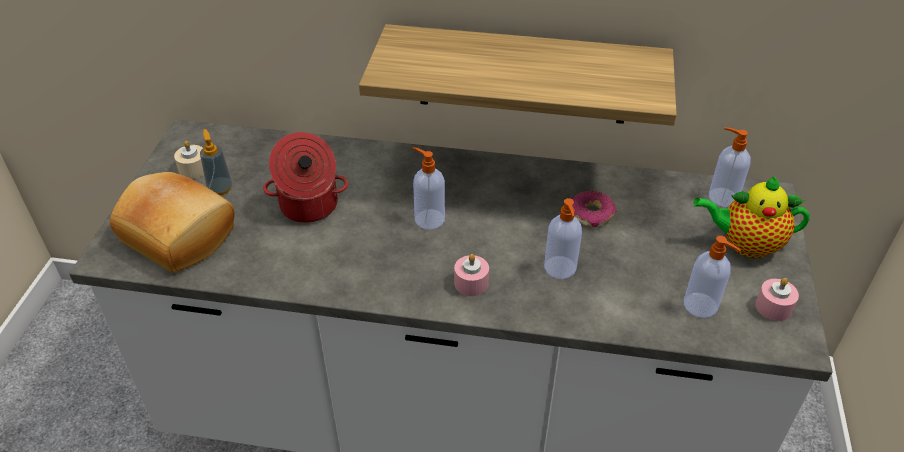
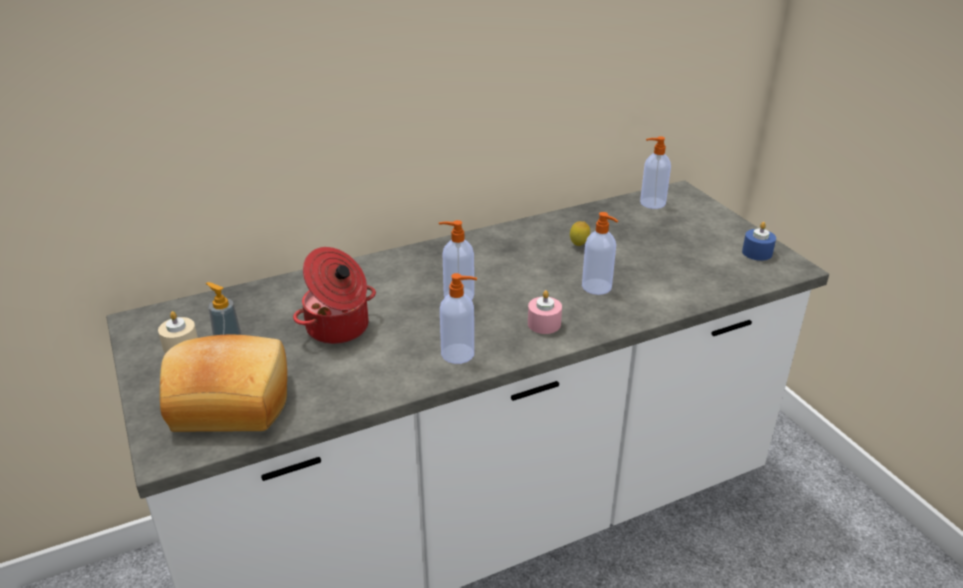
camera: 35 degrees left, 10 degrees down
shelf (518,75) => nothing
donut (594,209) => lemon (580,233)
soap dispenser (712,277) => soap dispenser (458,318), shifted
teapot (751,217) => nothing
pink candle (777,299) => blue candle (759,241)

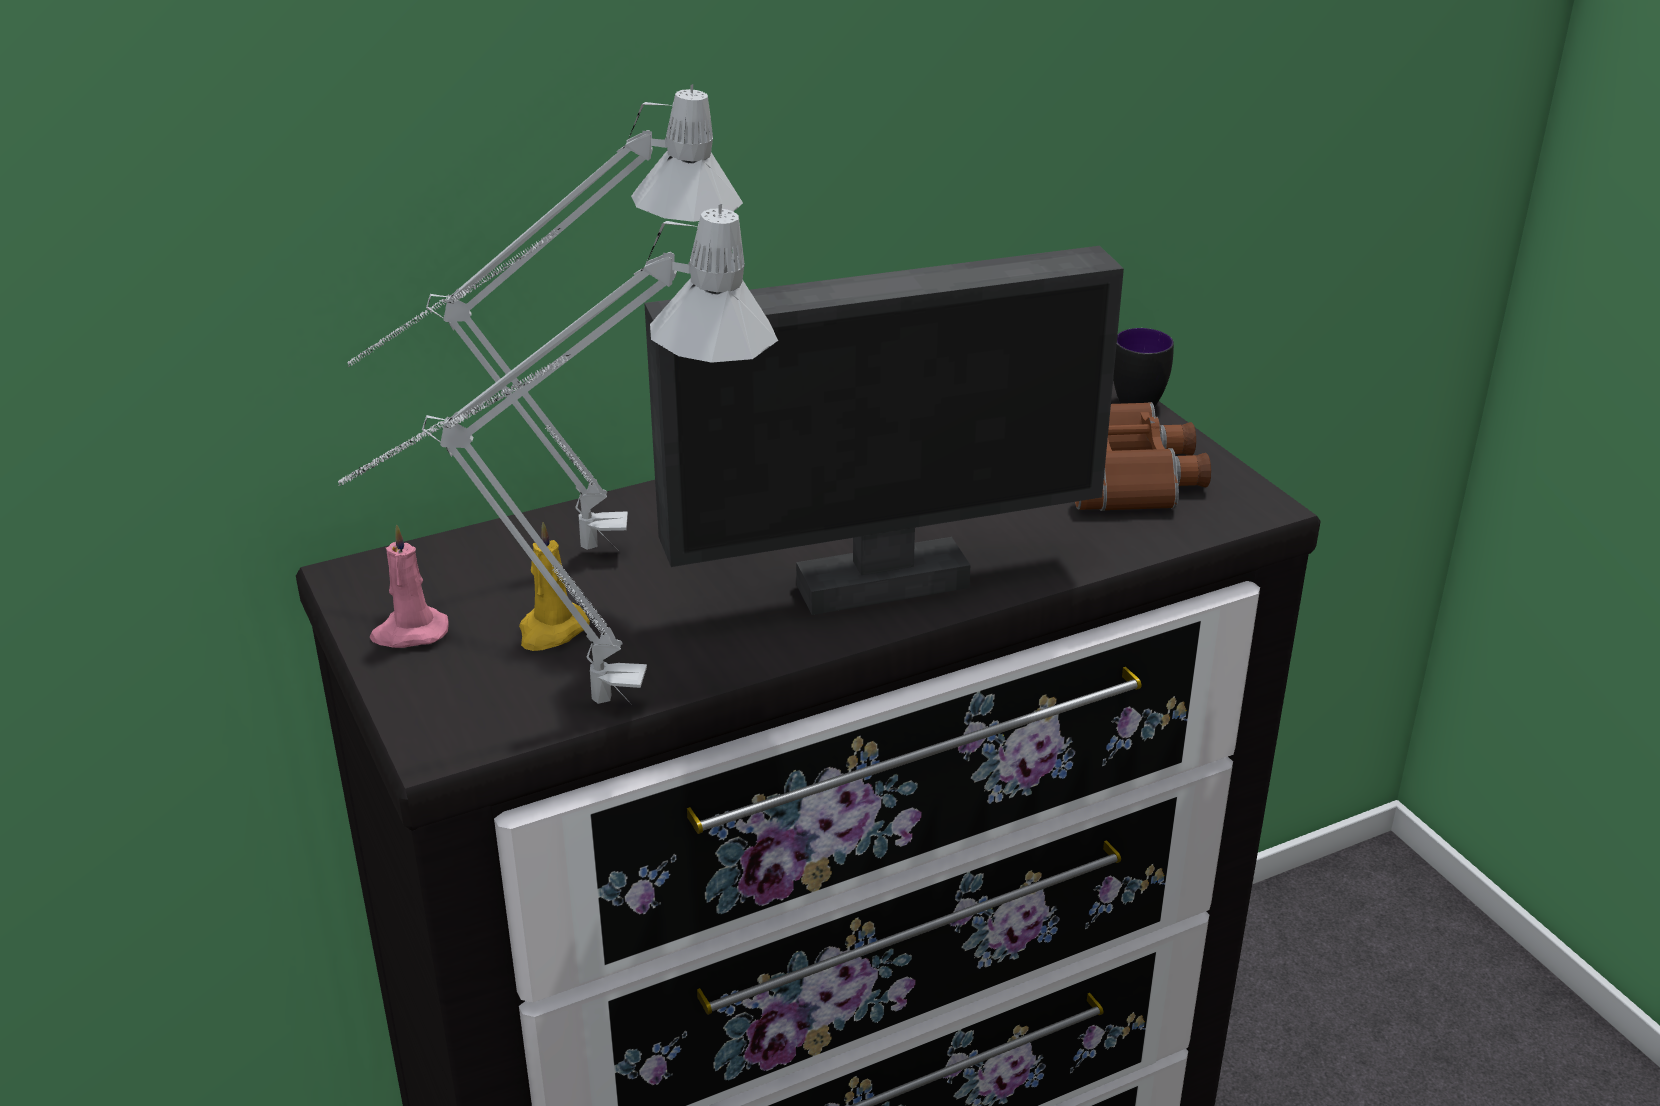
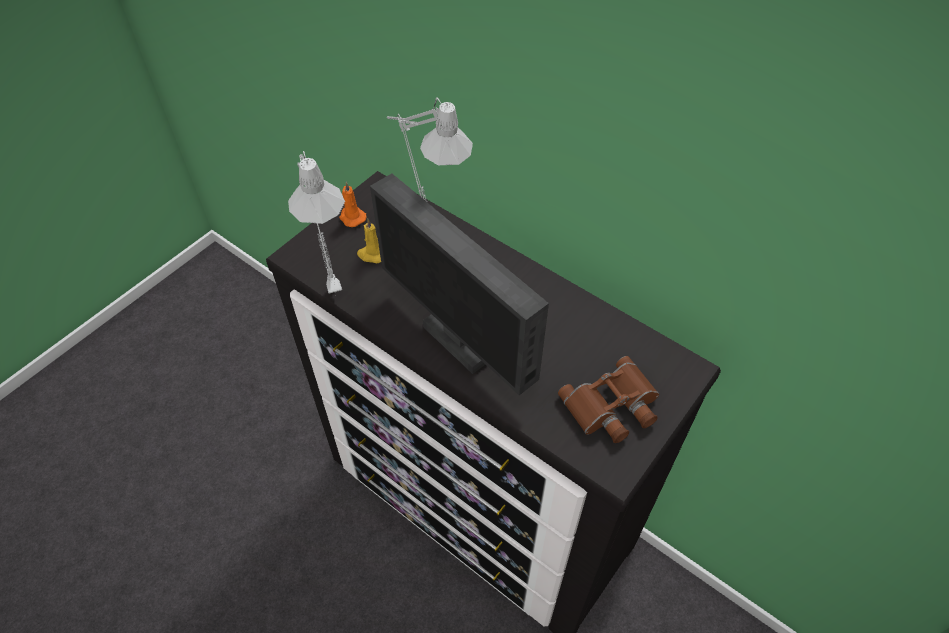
camera: 65 degrees right, 20 degrees up
pink candle (409,586) => orange candle (352,204)
mug (1143,367) => nothing

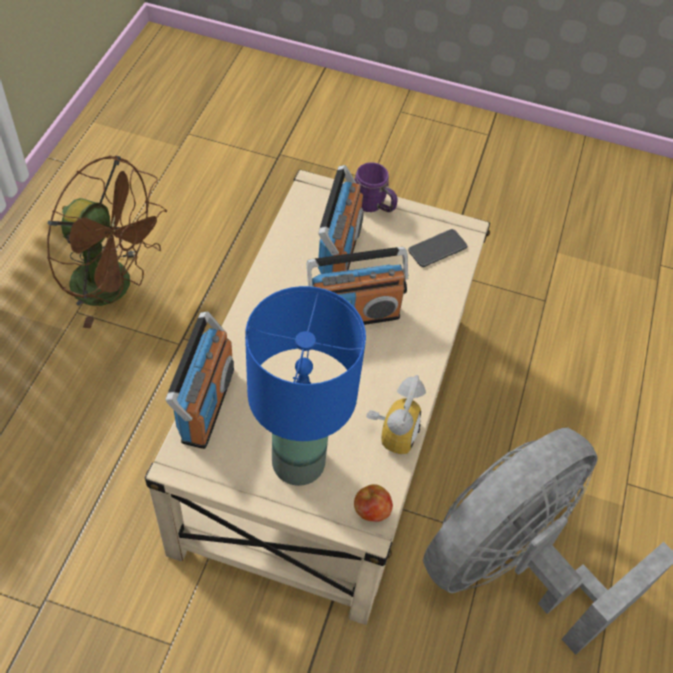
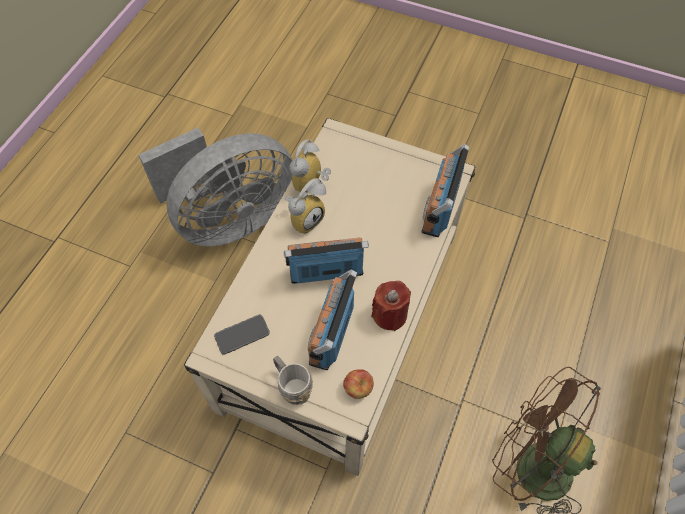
camera: 170 degrees left, 5 degrees up
blue table lamp (305,386) => nothing
apple (373,503) => apple (358,384), shifted
purple mug (376,187) => grey mug (293,380)
nothing => alarm clock (305,206)
nothing => red candle (391,306)

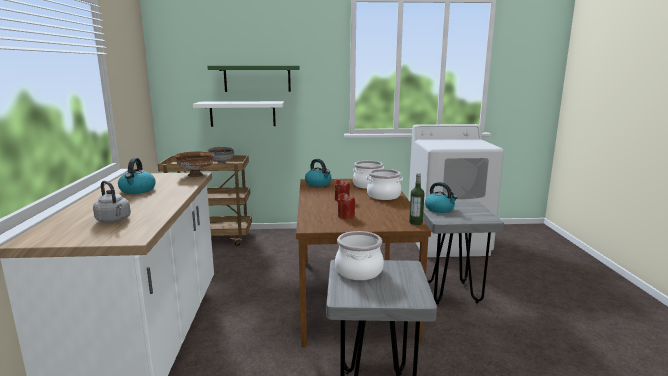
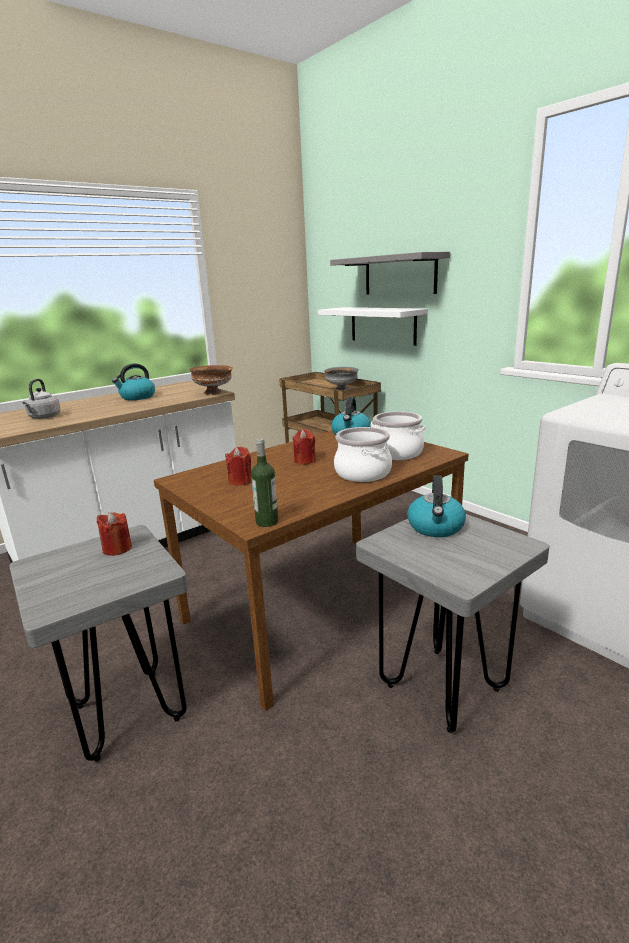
camera: 55 degrees right, 5 degrees up
green shelf (253,79) => grey shelf (390,273)
cooking pot (359,255) => red candle (114,534)

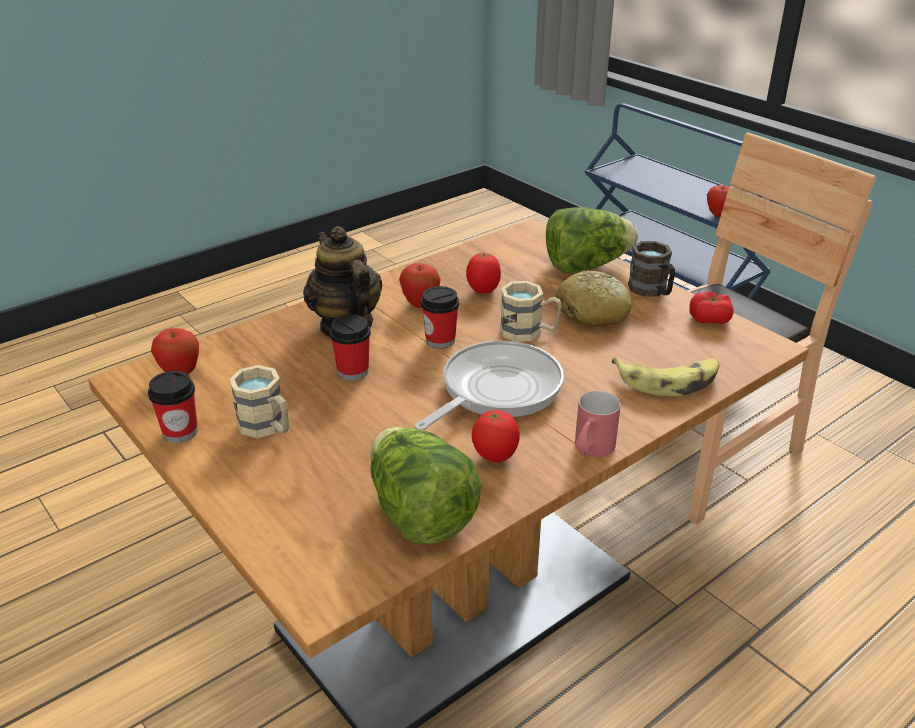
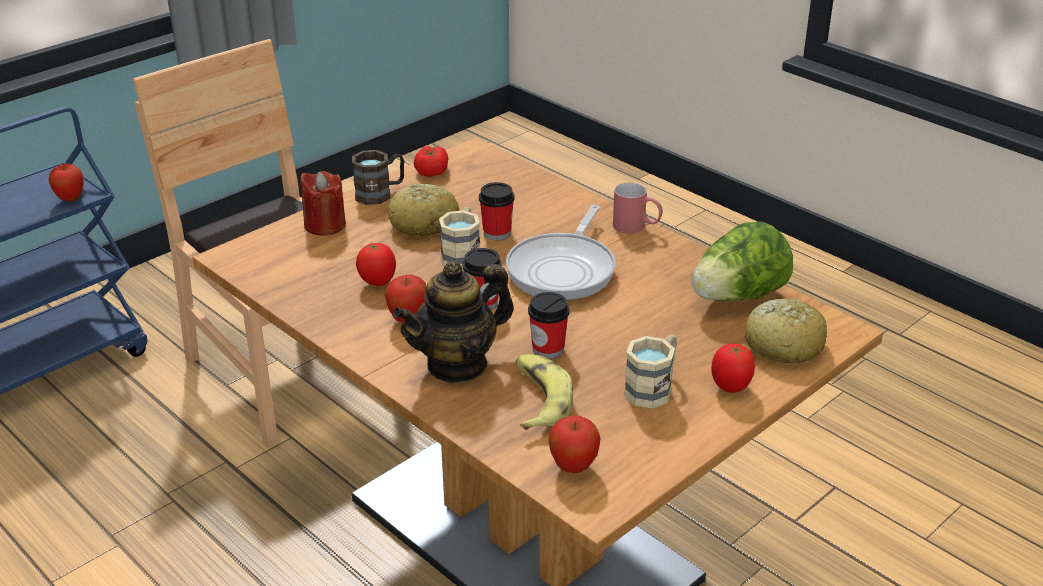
camera: 95 degrees left, 0 degrees up
cup (173,407) => cup (497,211), shifted
frying pan (489,385) => frying pan (561,252), 105 degrees counterclockwise
tomato (496,436) => tomato (733,368), shifted
lettuce (592,240) => red candle (323,203)
banana (666,376) => banana (544,392), shifted
nothing => bread (786,331)

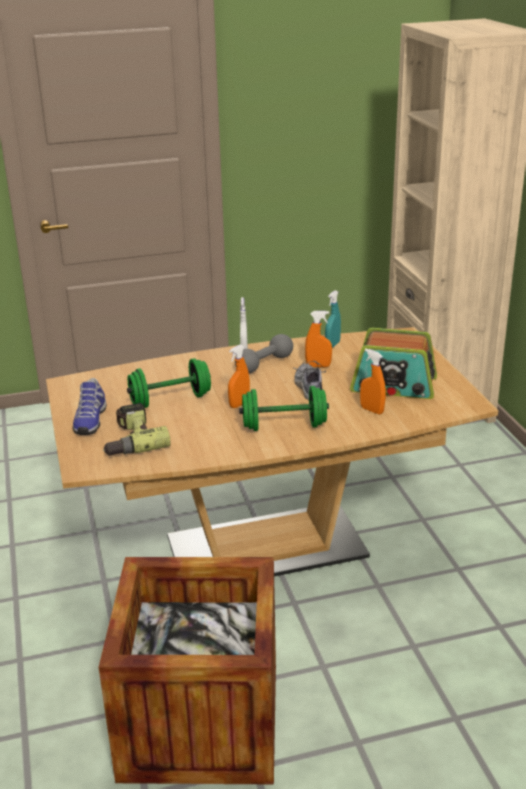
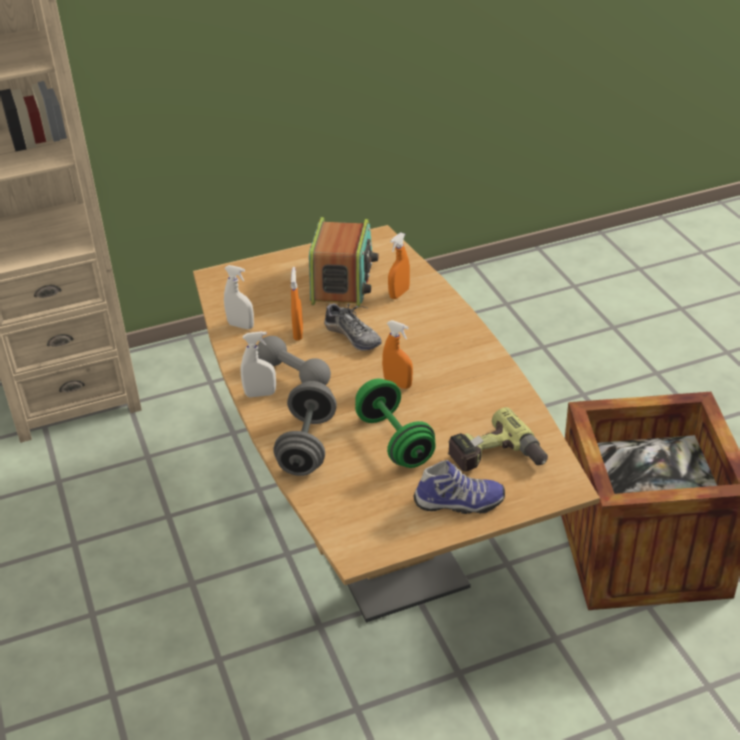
camera: 95 degrees left, 10 degrees up
green dumbbell (284,408) => nothing
shoe (310,380) => shoe (353,327), 120 degrees counterclockwise
turquoise spray bottle (333,319) => white spray bottle (239,297)
nothing => grey dumbbell (305,428)

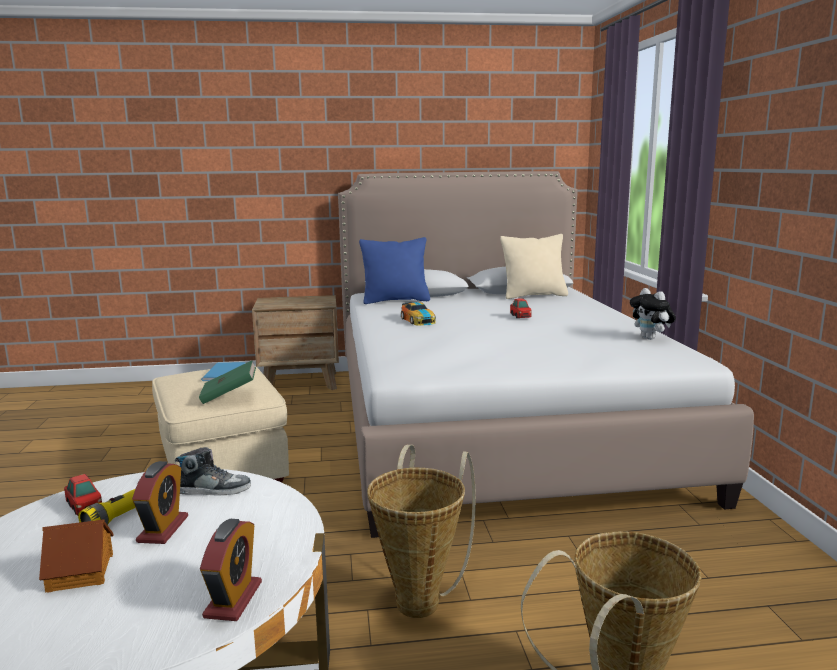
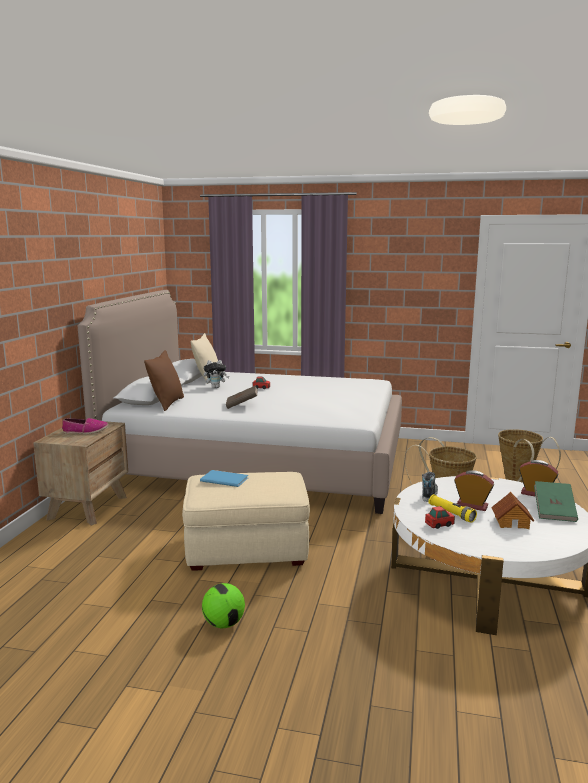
camera: 70 degrees left, 0 degrees up
green book (227,382) => green book (556,501), shifted
blue pillow (394,270) => brown pillow (164,380)
toy car (418,314) => brown book (242,397)
plush toy (653,314) => plush toy (217,374), shifted
nothing => shoe (85,426)
nothing => football (223,605)

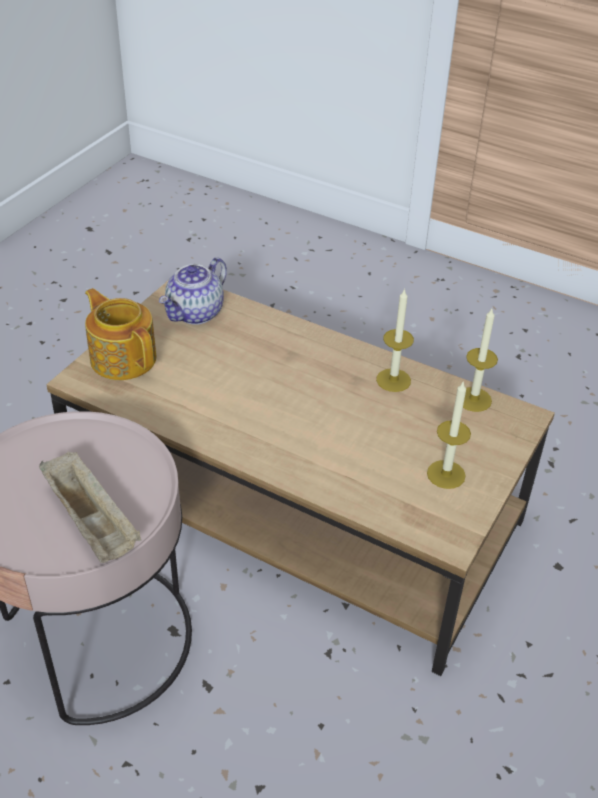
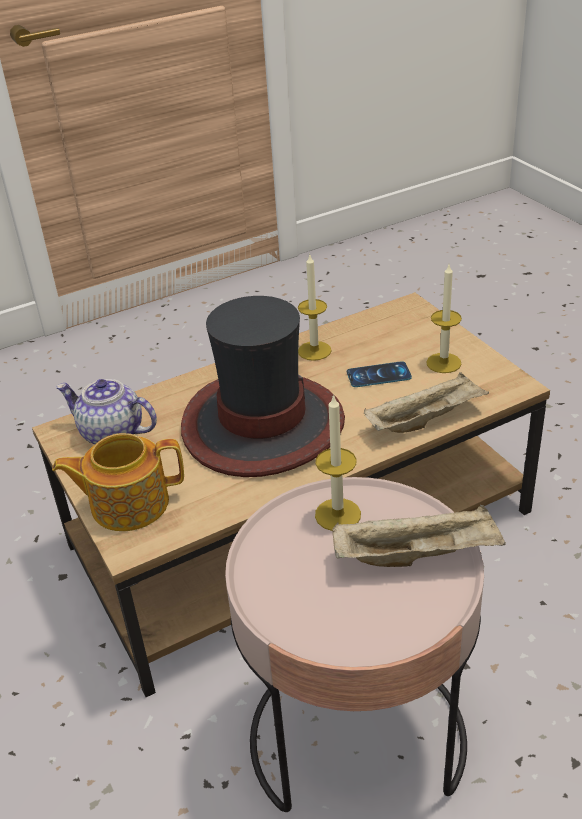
camera: 55 degrees left, 5 degrees down
teapot (193,291) => teapot (106,411), 135 degrees clockwise
candle (480,360) => candle (338,462), shifted
nothing => hat (263,386)
nothing => phone (379,374)
nothing => beige tray (426,402)

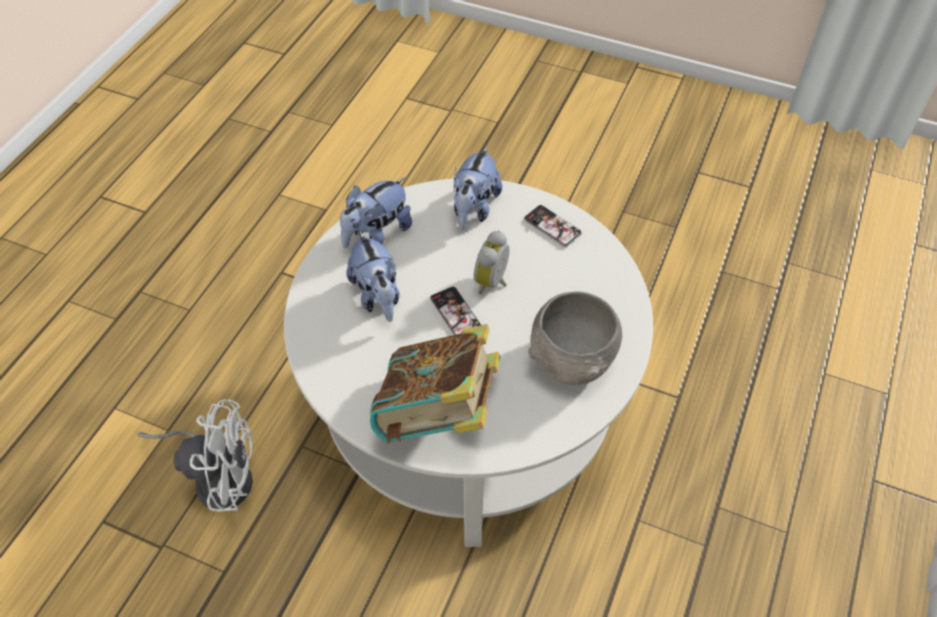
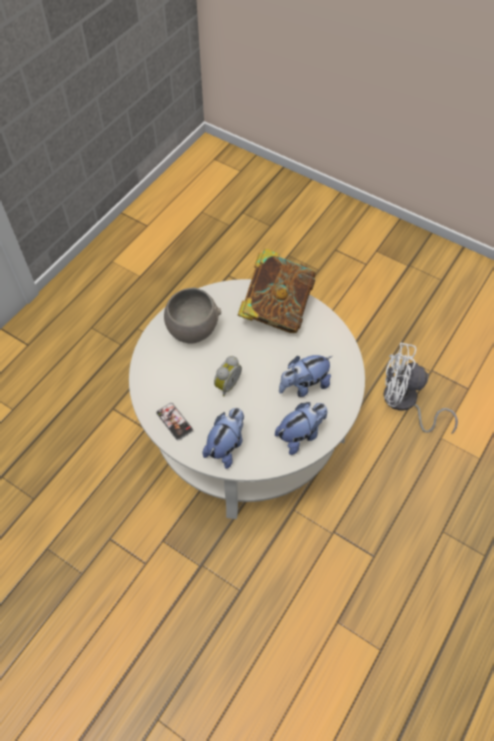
camera: 170 degrees left, 5 degrees up
plush toy (372,276) => plush toy (305,376), 105 degrees counterclockwise
phone (455,311) => nothing

